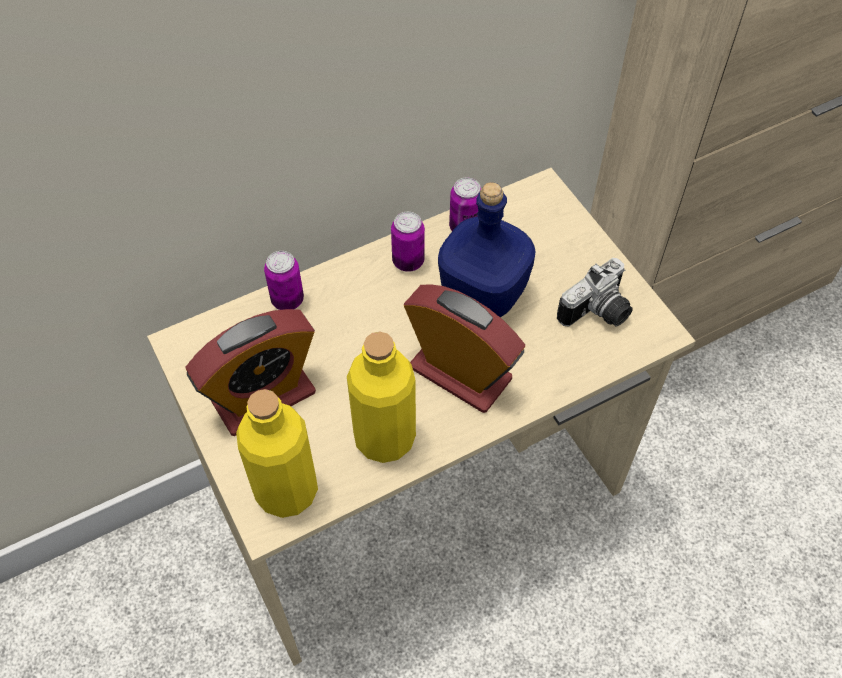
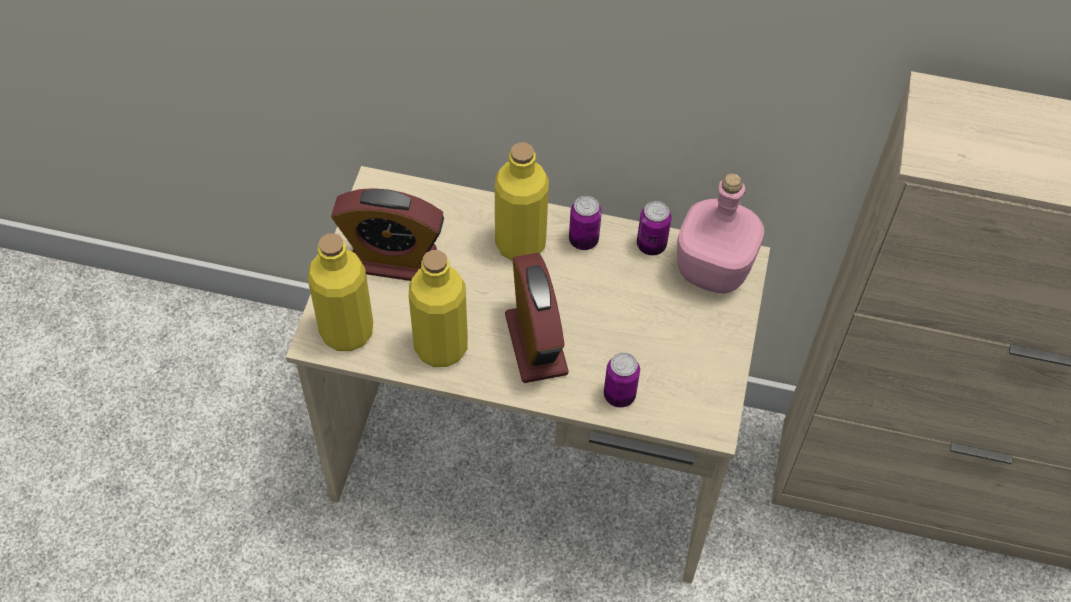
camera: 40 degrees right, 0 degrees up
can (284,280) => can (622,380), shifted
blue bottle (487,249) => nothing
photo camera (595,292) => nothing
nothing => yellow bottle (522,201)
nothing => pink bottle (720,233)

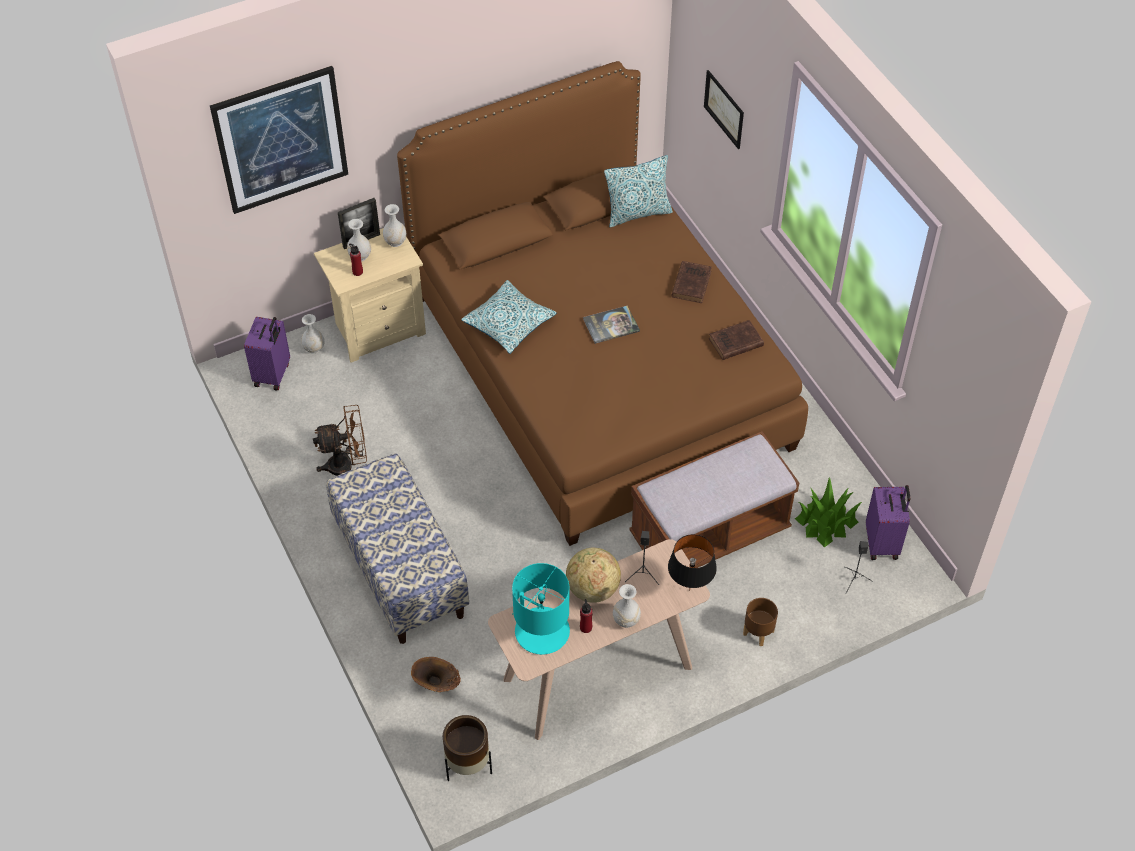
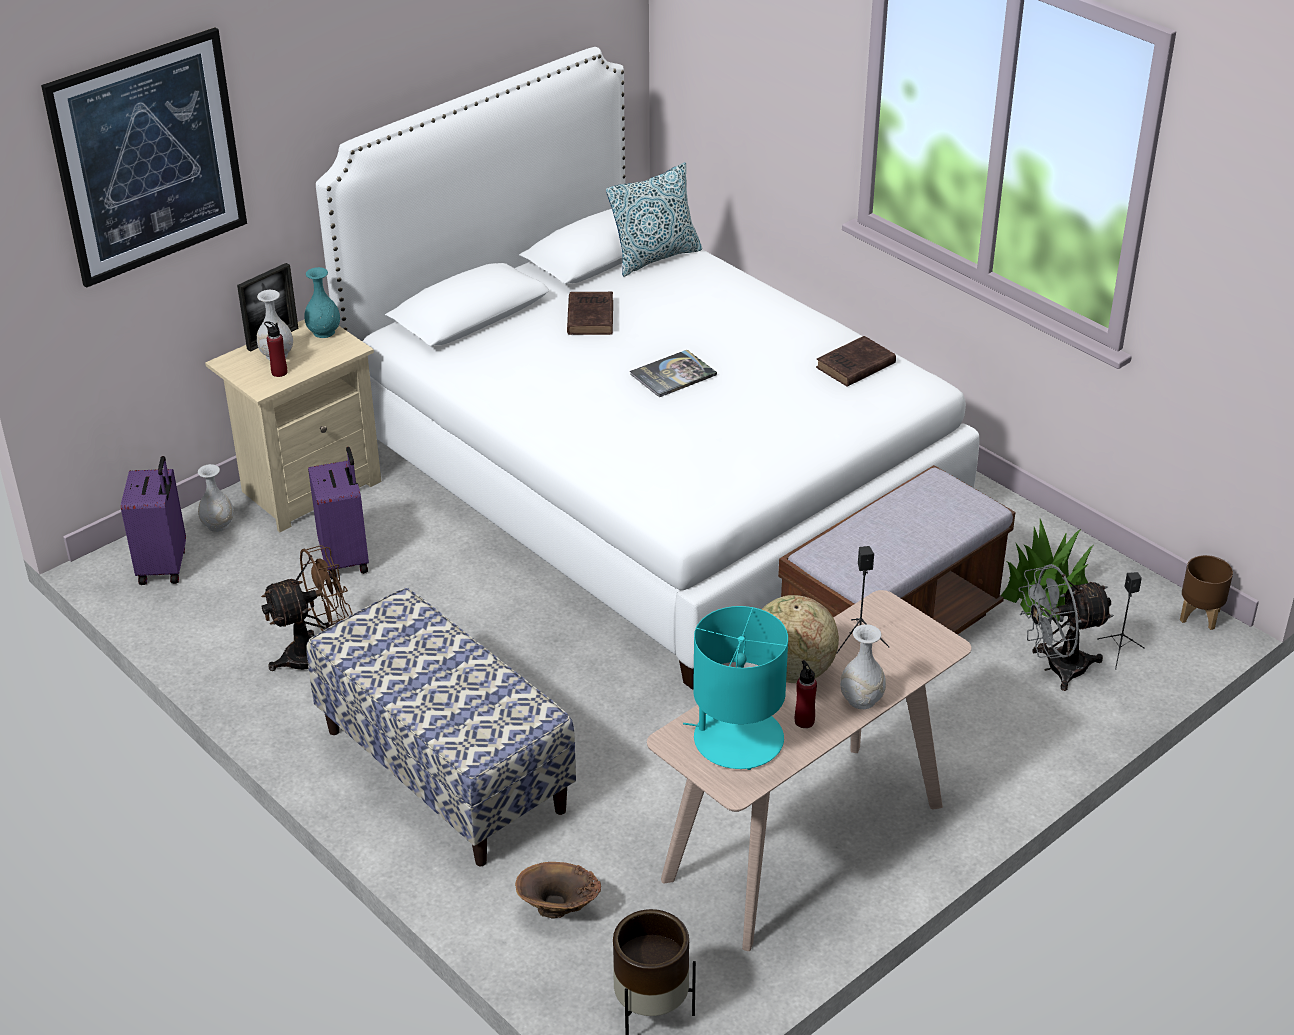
camera: 15 degrees left, 15 degrees down
white vase (395,225) => turquoise vase (322,302)
brown bed (602,303) => white bed (647,368)
pillow (509,317) => nothing
black table lamp (692,562) => nothing
brown book (692,282) => brown book (590,313), shifted
picture (724,109) => nothing
brown planter (760,622) => brown planter (1206,592), shifted
purple suitcase (888,522) => purple suitcase (338,513), shifted
nothing => grey fan (1066,627)

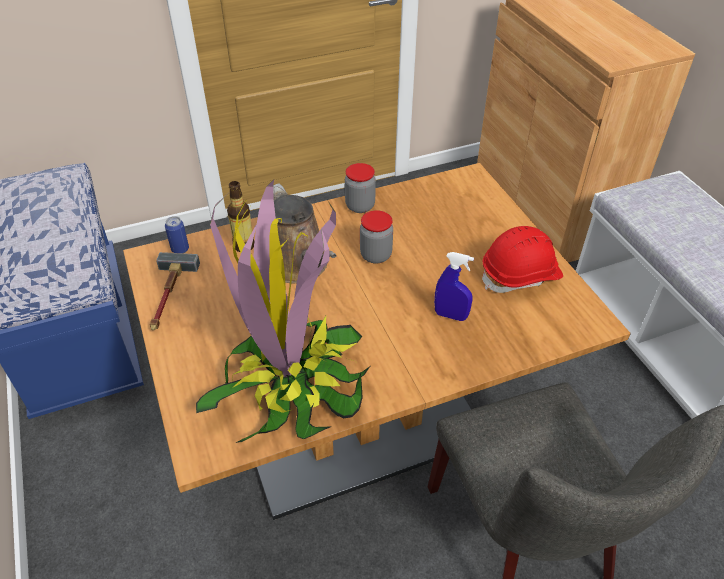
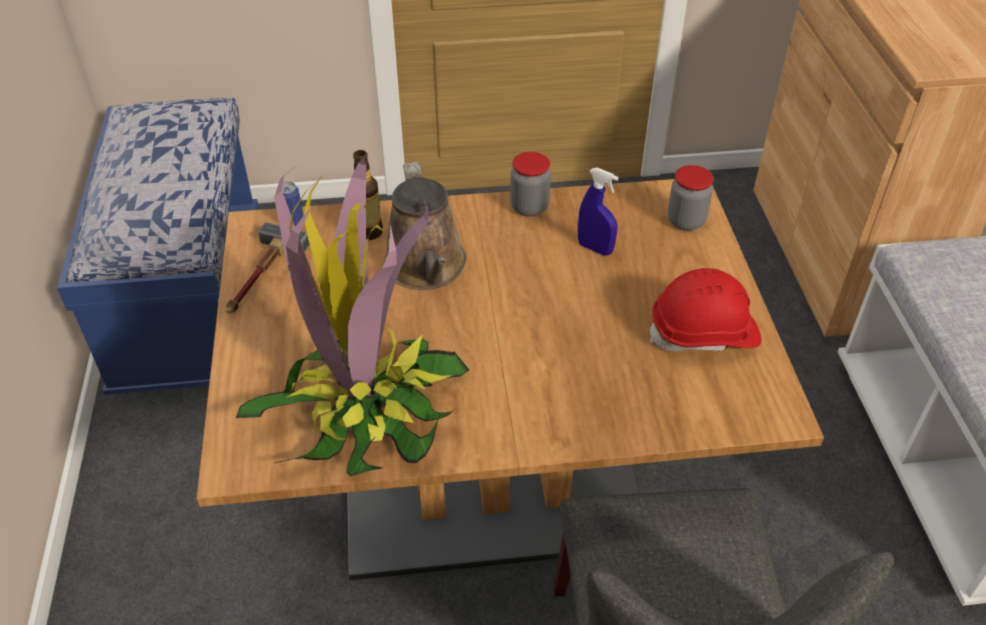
camera: 15 degrees right, 0 degrees up
jar (376,237) => jar (691,198), shifted
blue spray bottle (454,286) => blue spray bottle (598,211), shifted

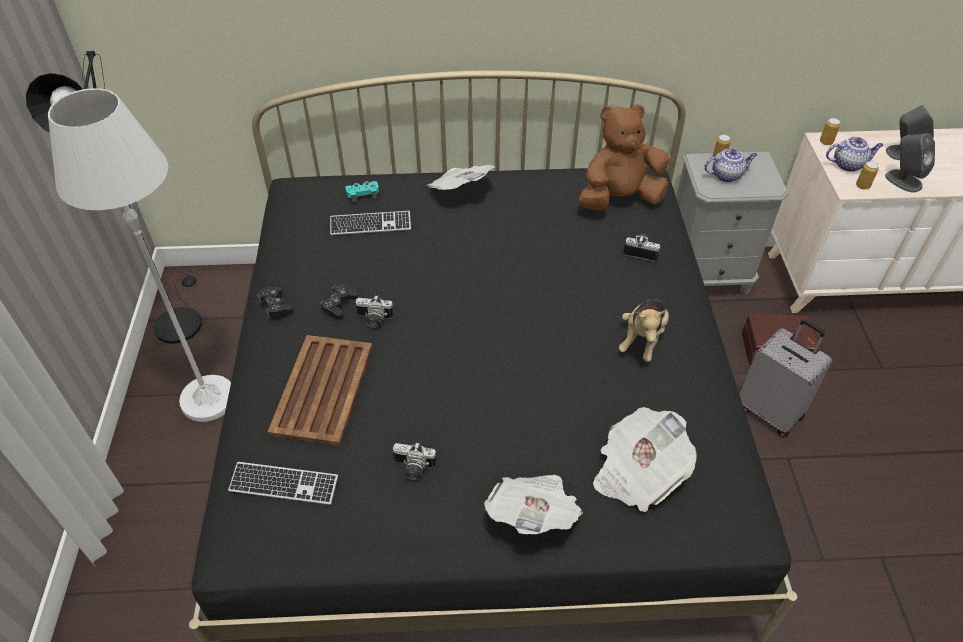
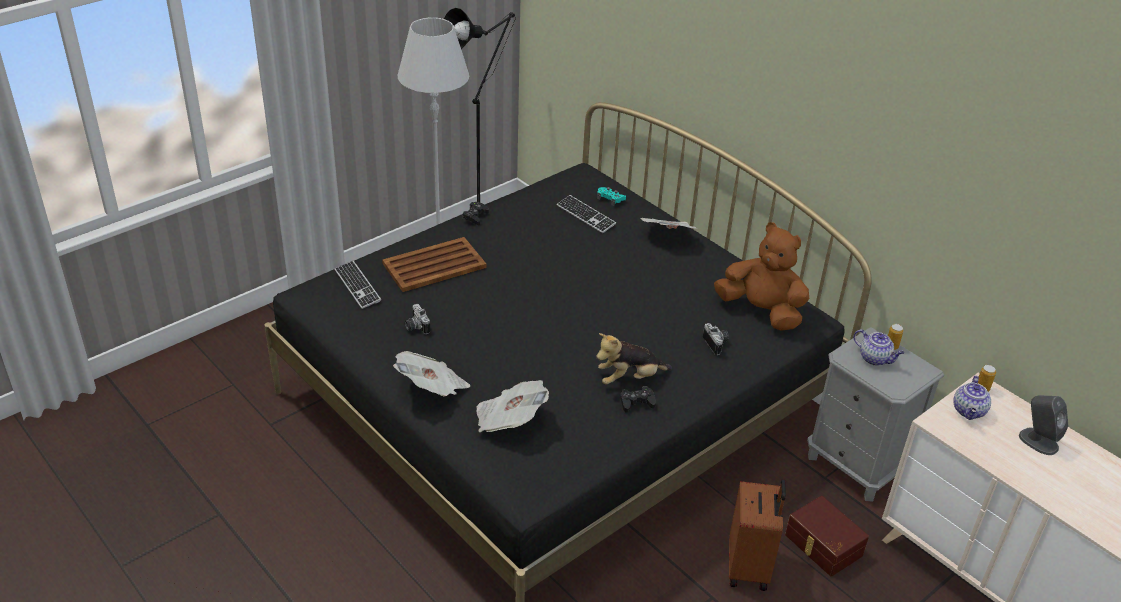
camera: 50 degrees right, 10 degrees down
black game controller (339,302) => black game controller (638,399), shifted
photo camera (374,311) => nothing
grey suitcase (785,379) => brown suitcase (757,535)
teapot (855,154) => teapot (972,398), 60 degrees clockwise
can (867,175) => nothing
grey speaker (910,162) => nothing

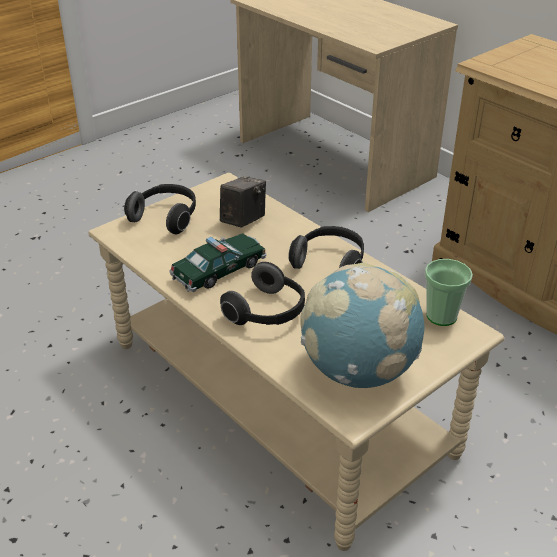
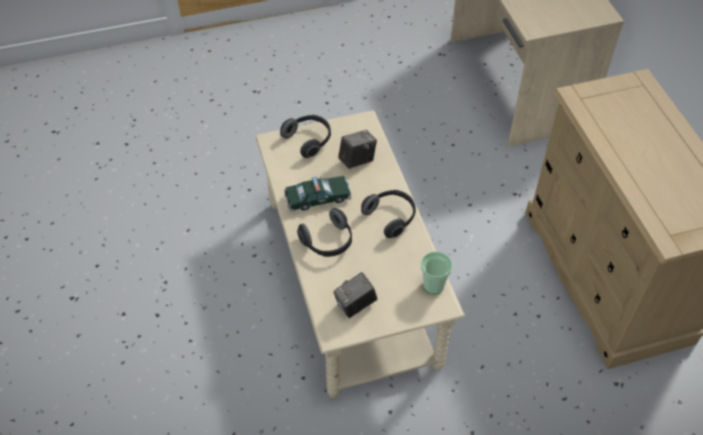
camera: 25 degrees right, 15 degrees up
globe (362,325) => photo camera (355,295)

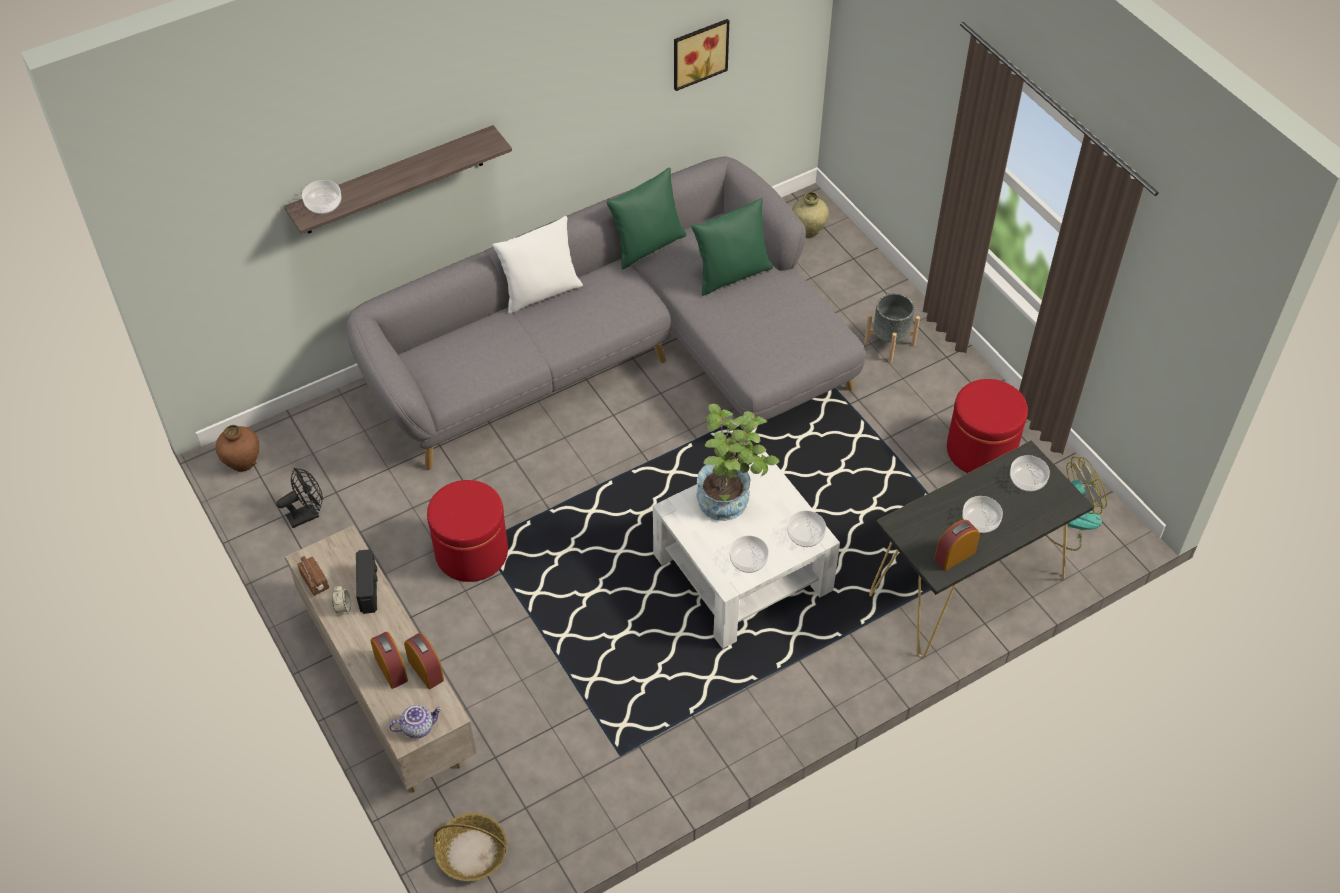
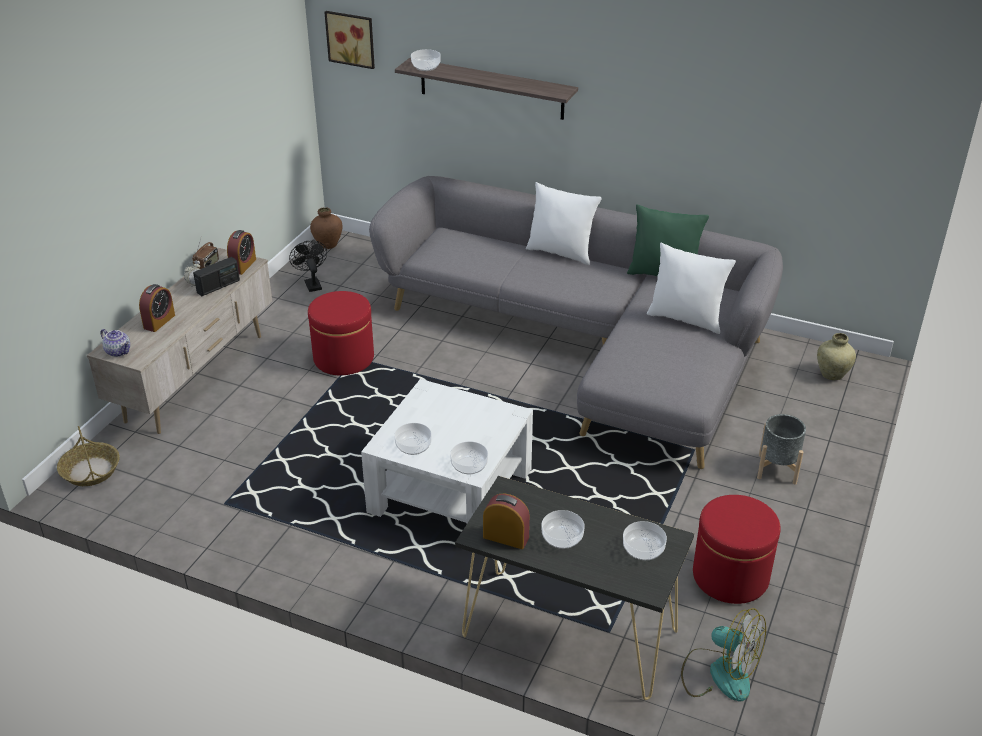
camera: 55 degrees right, 15 degrees down
black fan (299,497) => black fan (308,266), 135 degrees counterclockwise
alarm clock (424,661) => alarm clock (241,252), shifted
picture (701,55) => picture (350,40), shifted
green pillow (732,247) => white pillow (691,288)
potted plant (738,462) => nothing

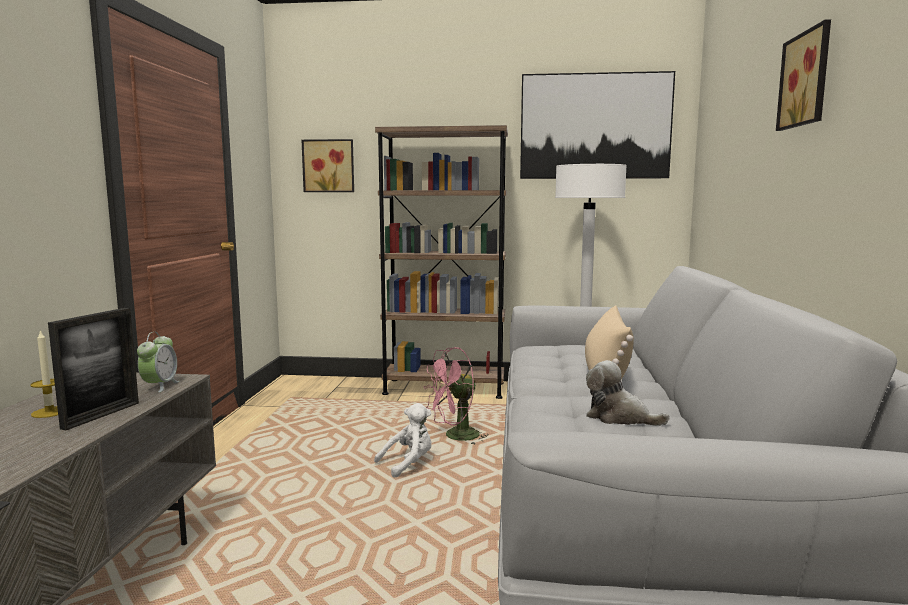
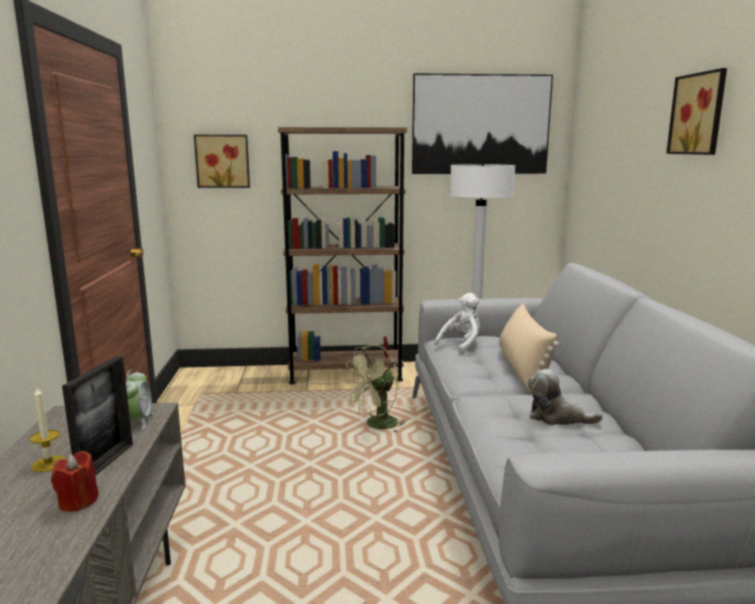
camera: 10 degrees left, 5 degrees up
white plush toy (403,440) => white plush toy (457,323), shifted
pink fan (456,396) => green fan (374,388)
nothing => red candle (75,481)

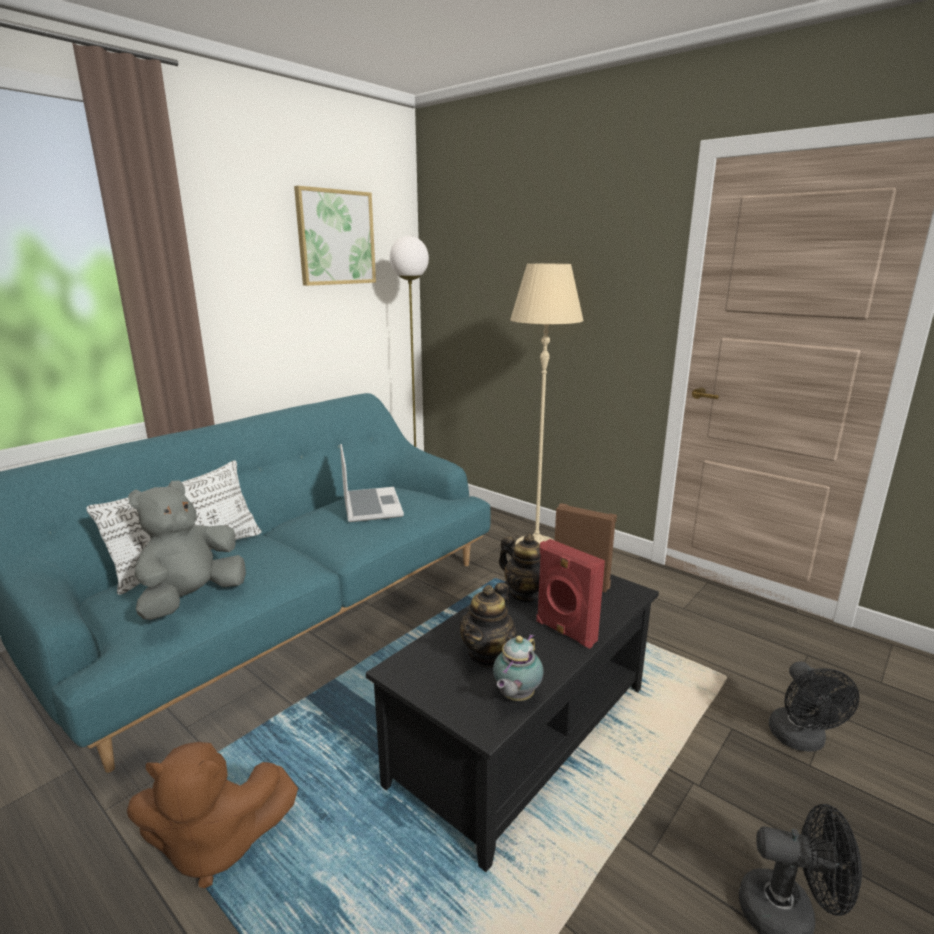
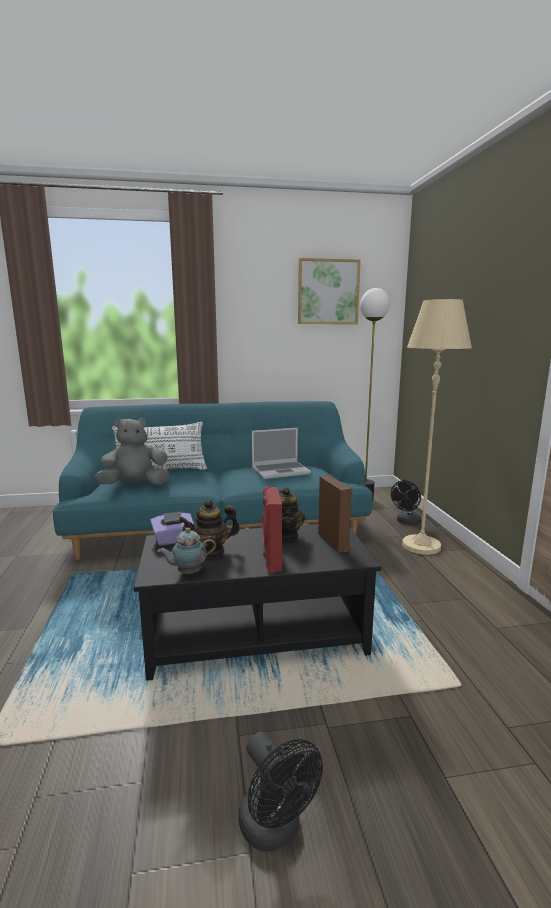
camera: 40 degrees right, 5 degrees down
brown plush toy (212,815) => nothing
laptop (372,483) => laptop (281,453), 45 degrees clockwise
black fan (814,706) => black fan (406,502), shifted
nothing => purple tissue box (172,528)

